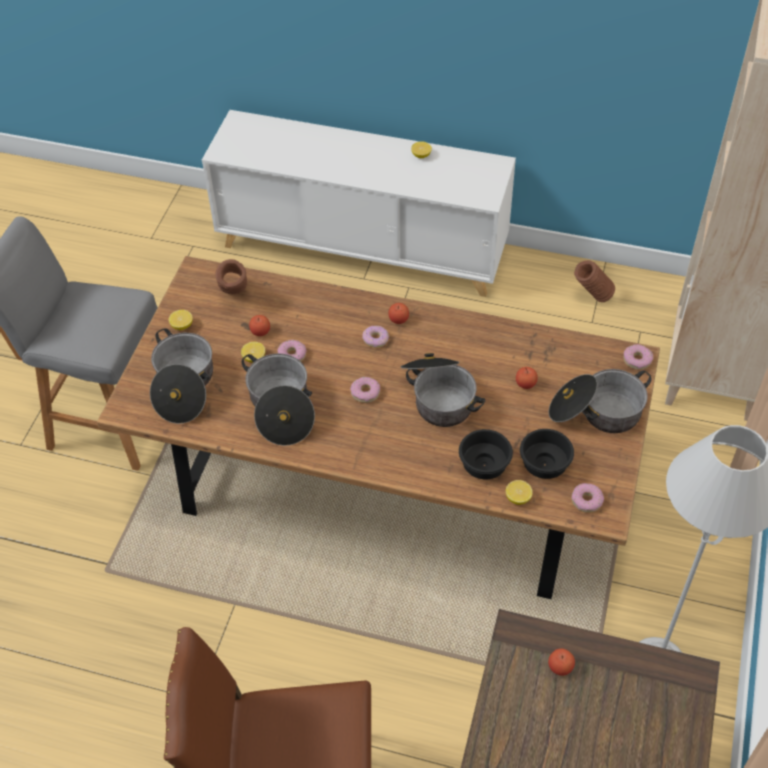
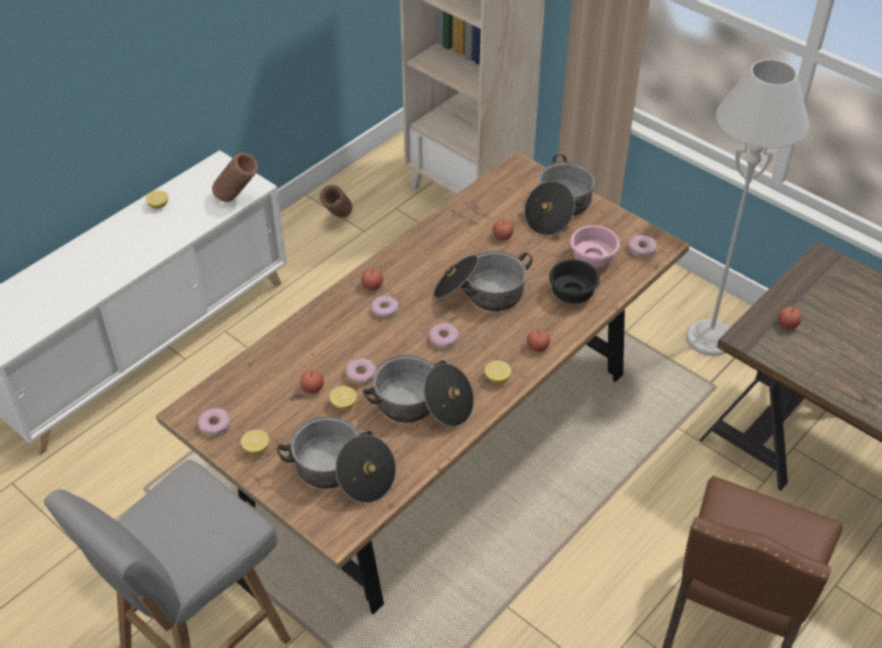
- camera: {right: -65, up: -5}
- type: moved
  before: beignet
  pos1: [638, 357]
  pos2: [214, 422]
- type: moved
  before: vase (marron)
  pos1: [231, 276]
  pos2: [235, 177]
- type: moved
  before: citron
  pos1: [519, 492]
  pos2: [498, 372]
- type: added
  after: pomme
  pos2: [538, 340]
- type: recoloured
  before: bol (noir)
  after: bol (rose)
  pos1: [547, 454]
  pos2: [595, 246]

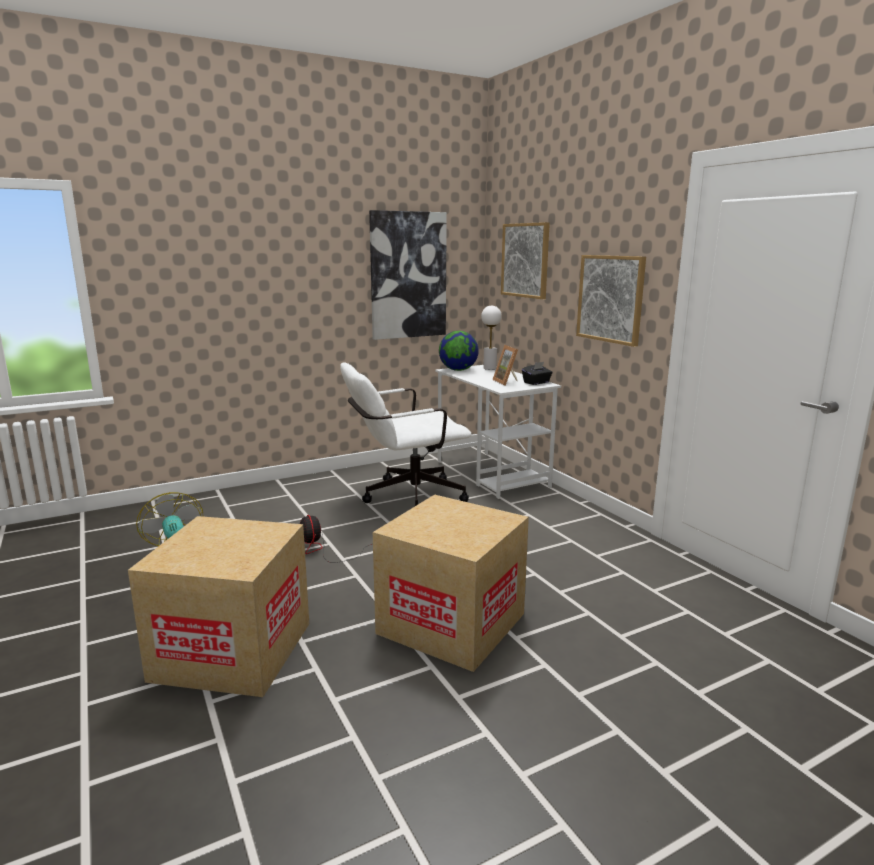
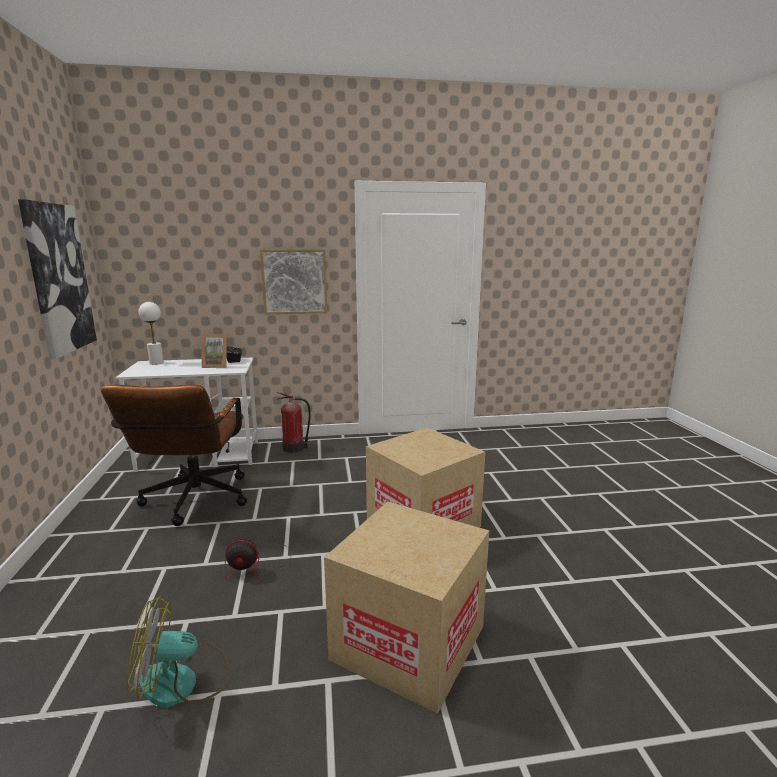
- camera: {right: -70, up: 0}
- type: recoloured
  before: chaise de bureau (blanc)
  after: chaise de bureau (marron)
  pos1: [406, 434]
  pos2: [173, 455]
- type: added
  after: extincteur
  pos2: [294, 422]
- type: removed
  before: globe
  pos1: [459, 351]
- type: removed
  before: tableau
  pos1: [525, 260]

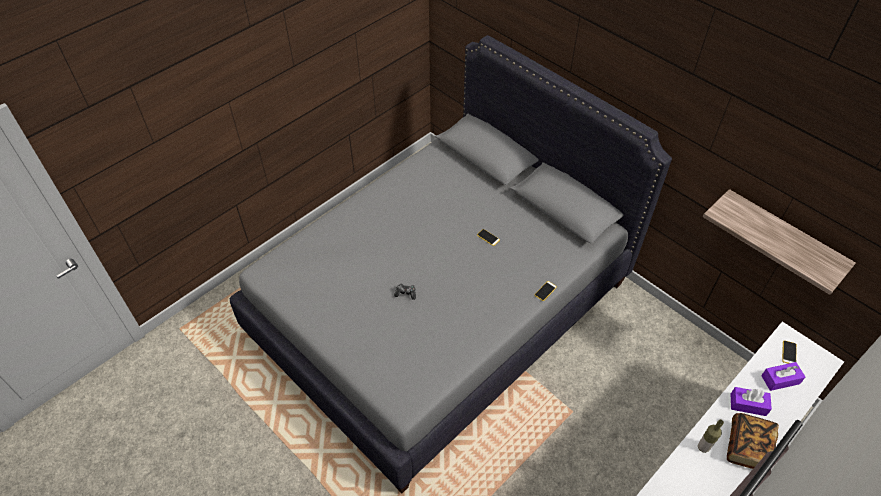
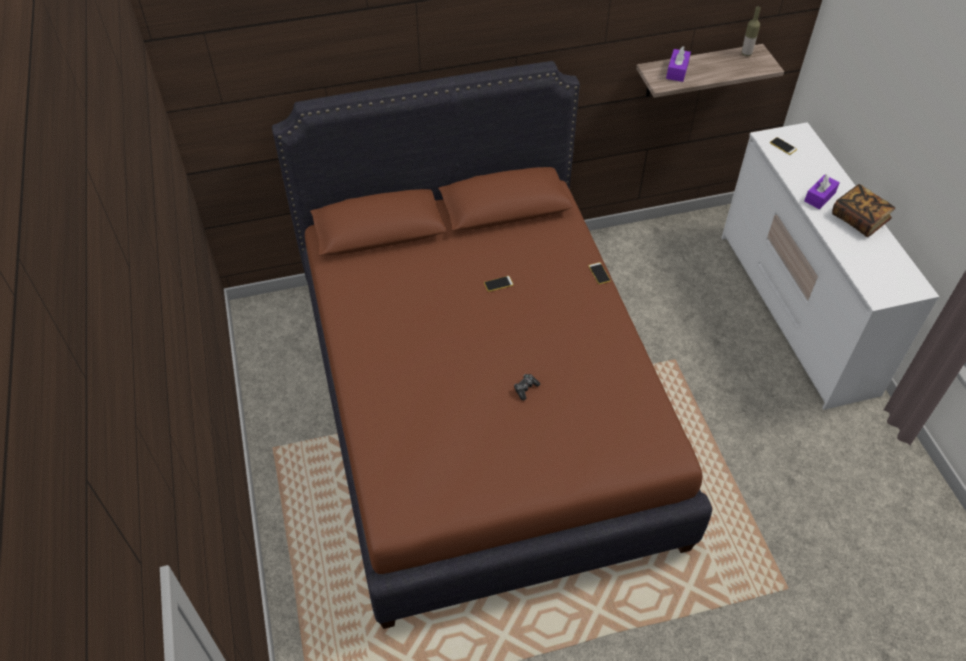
- camera: {right: -60, up: 0}
- type: recoloured
  before: lit (gris)
  after: lit (marron)
  pos1: [451, 264]
  pos2: [492, 345]
- type: moved
  before: boîte à mouchoirs (violet)
  pos1: [783, 376]
  pos2: [678, 64]
- type: moved
  before: bouteille
  pos1: [711, 436]
  pos2: [751, 31]

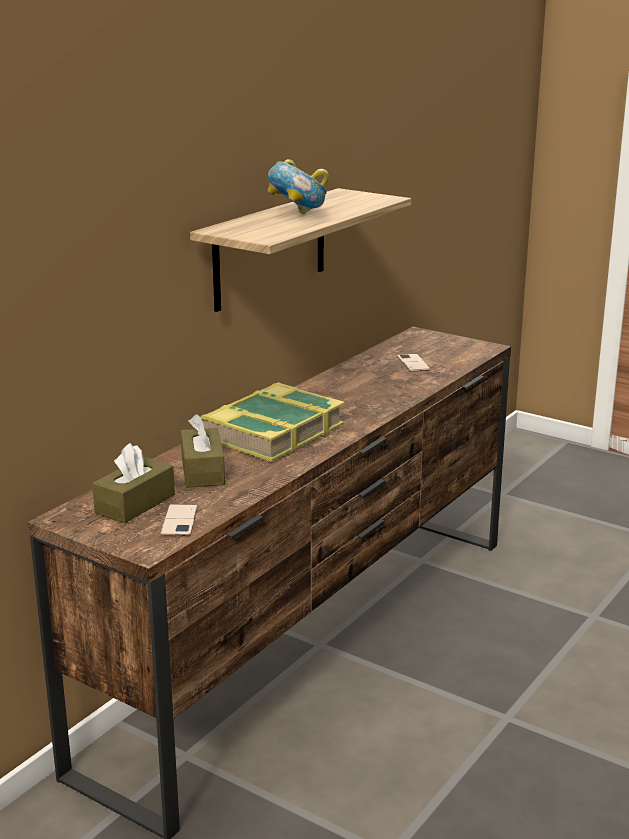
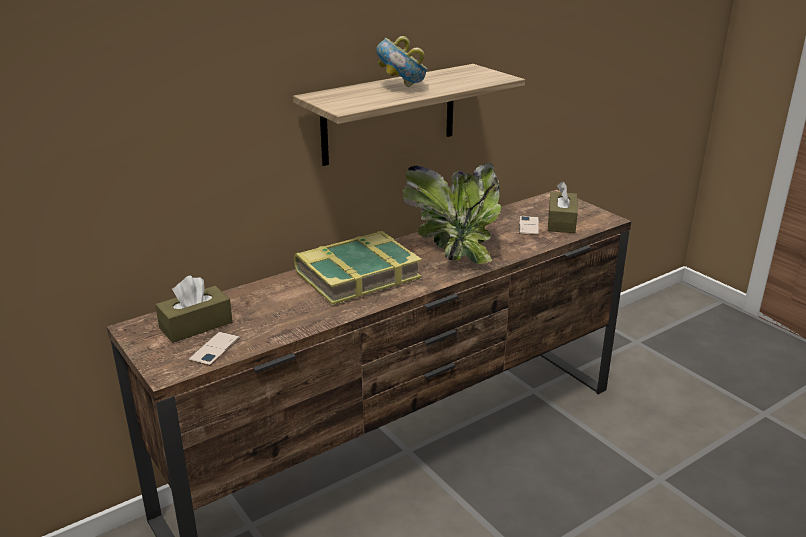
- camera: {right: 20, up: 5}
- type: added
  after: plante en pot
  pos2: [452, 213]
- type: moved
  before: boîte à mouchoirs (marron)
  pos1: [203, 451]
  pos2: [563, 207]

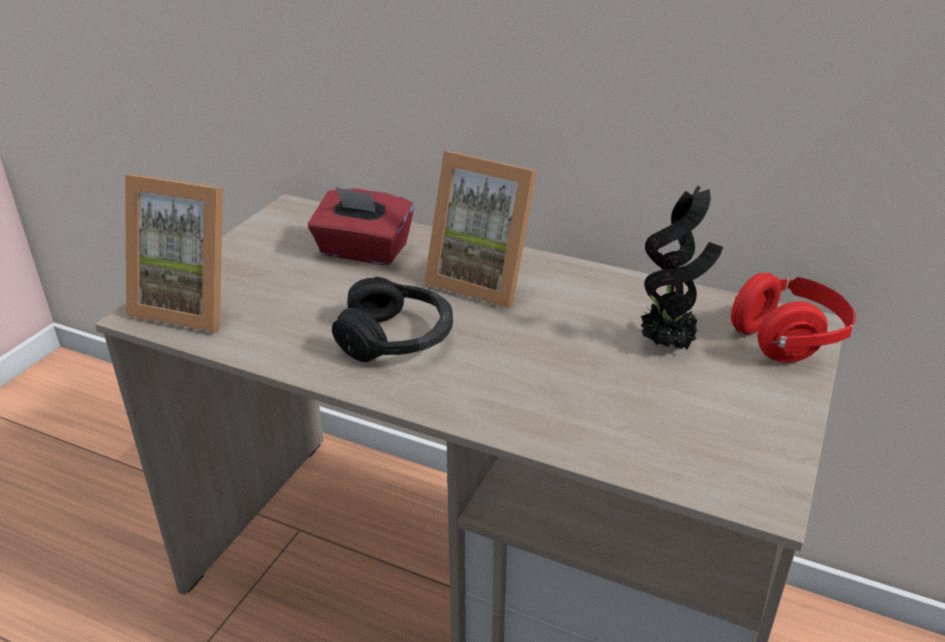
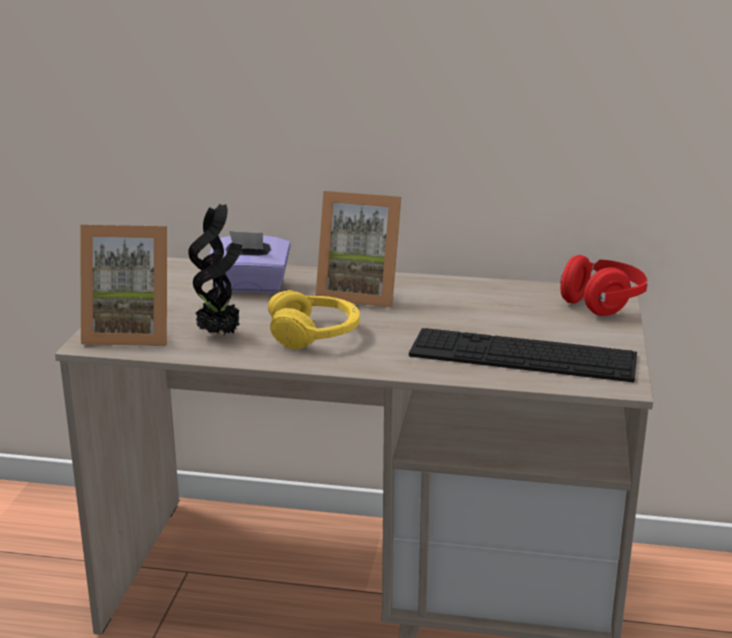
- camera: {right: -15, up: -10}
- type: moved
  before: plante en pot
  pos1: [682, 268]
  pos2: [215, 270]
- type: recoloured
  before: boîte à mouchoirs (rouge)
  after: boîte à mouchoirs (violet)
  pos1: [361, 226]
  pos2: [250, 262]
- type: recoloured
  before: casque audio (noir)
  after: casque audio (jaune)
  pos1: [392, 319]
  pos2: [314, 319]
- type: added
  after: clavier
  pos2: [523, 355]

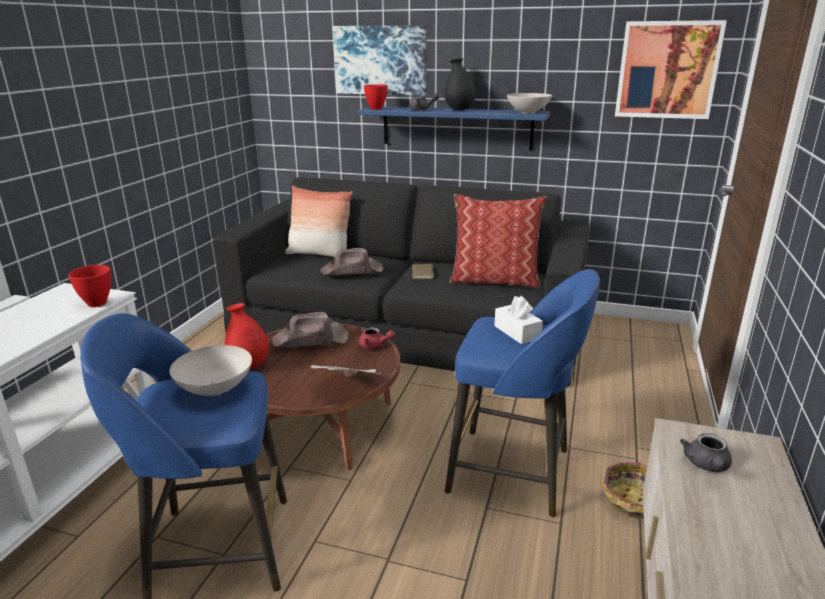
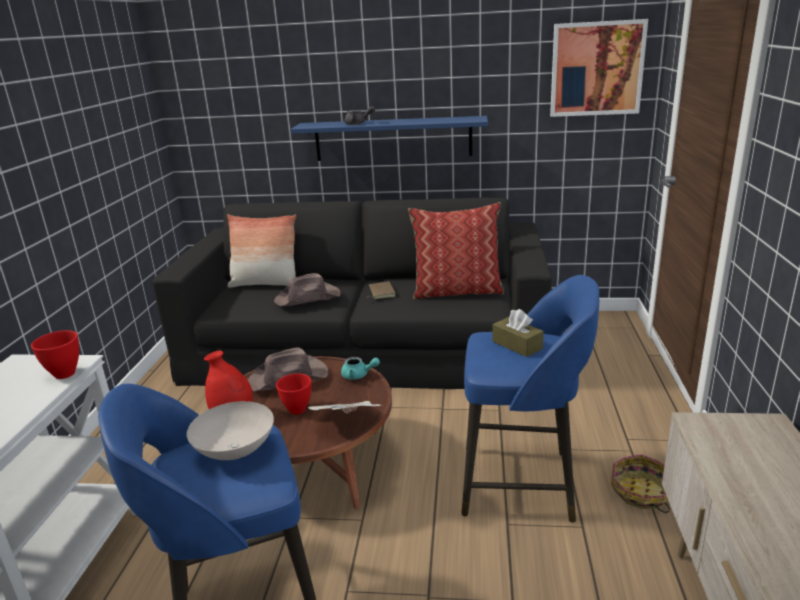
- camera: {right: -10, up: 0}
- type: moved
  before: bol (rouge)
  pos1: [376, 97]
  pos2: [293, 394]
- type: recoloured
  before: théière (rouge)
  after: théière (turquoise)
  pos1: [377, 338]
  pos2: [360, 368]
- type: recoloured
  before: boîte à mouchoirs (blanc)
  after: boîte à mouchoirs (marron)
  pos1: [518, 320]
  pos2: [518, 333]
- type: removed
  before: tableau
  pos1: [379, 60]
- type: removed
  before: vase (noir)
  pos1: [460, 84]
- type: removed
  before: bol (blanc)
  pos1: [529, 103]
- type: removed
  before: théière (gris)
  pos1: [706, 452]

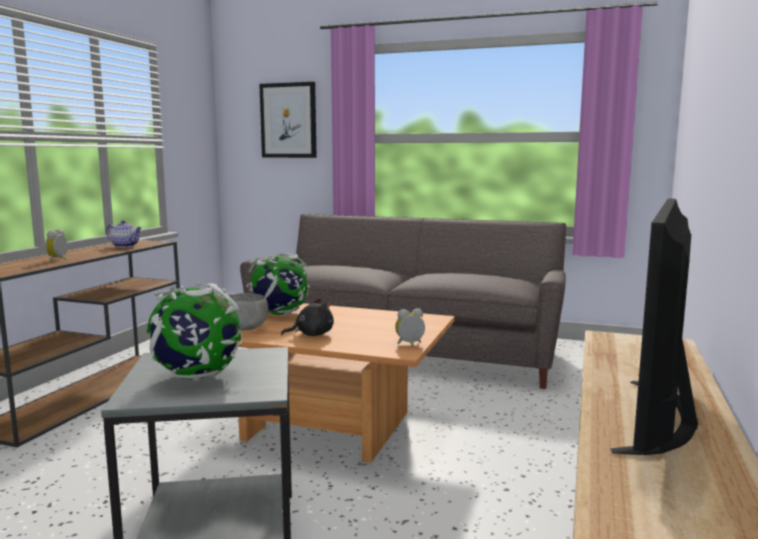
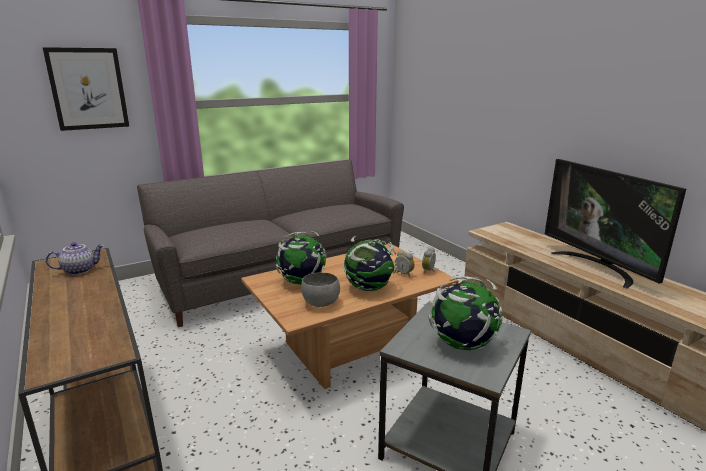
- camera: {right: -50, up: 10}
- type: replaced
  before: peluche (noir)
  after: globe
  pos1: [307, 317]
  pos2: [370, 263]
- type: moved
  before: réveil
  pos1: [56, 245]
  pos2: [405, 263]

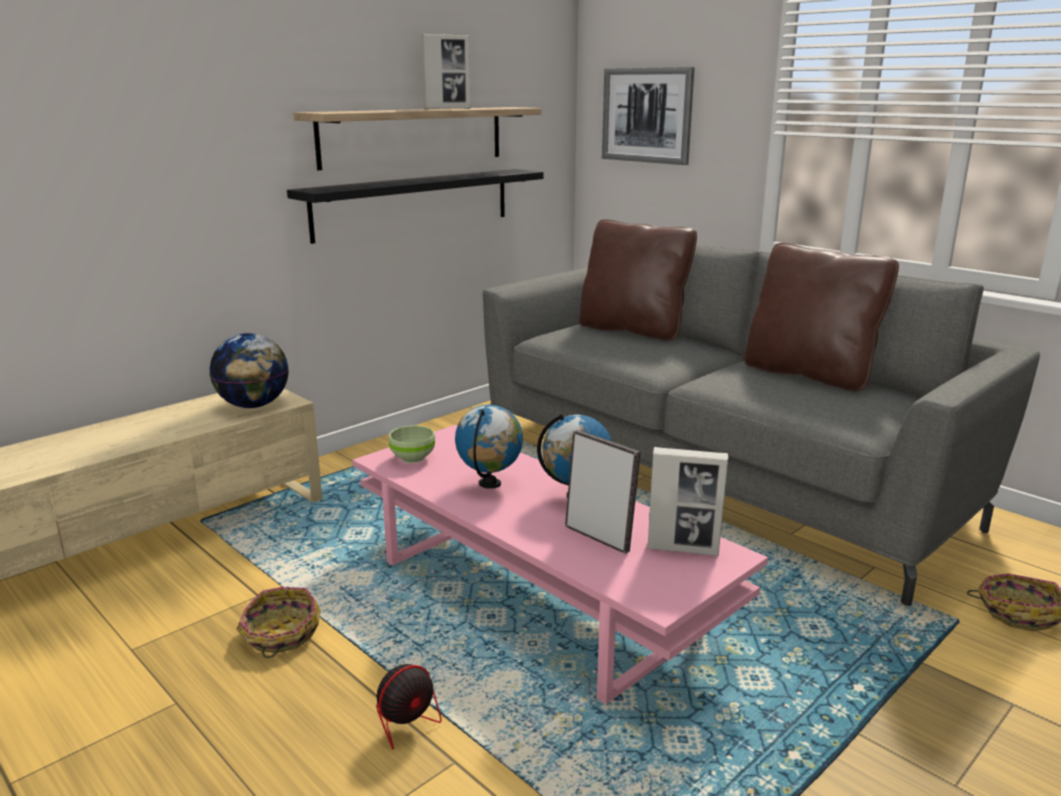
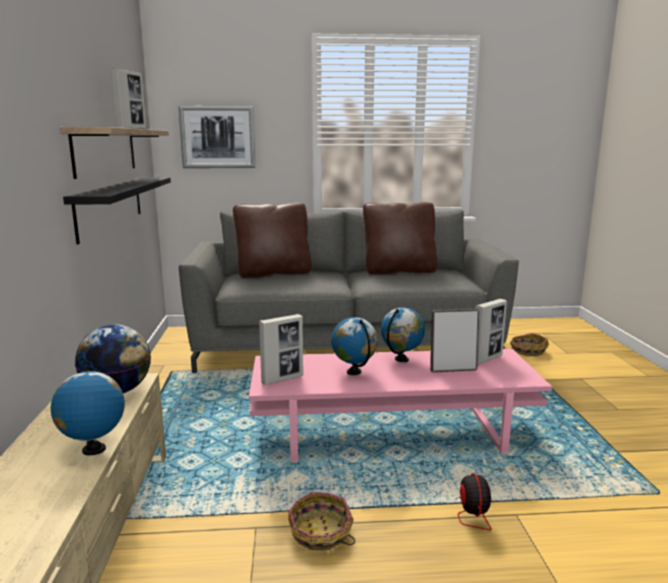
- camera: {right: -50, up: -5}
- type: added
  after: globe
  pos2: [88, 410]
- type: replaced
  before: bol (vert)
  after: cadre photo
  pos1: [412, 444]
  pos2: [281, 349]

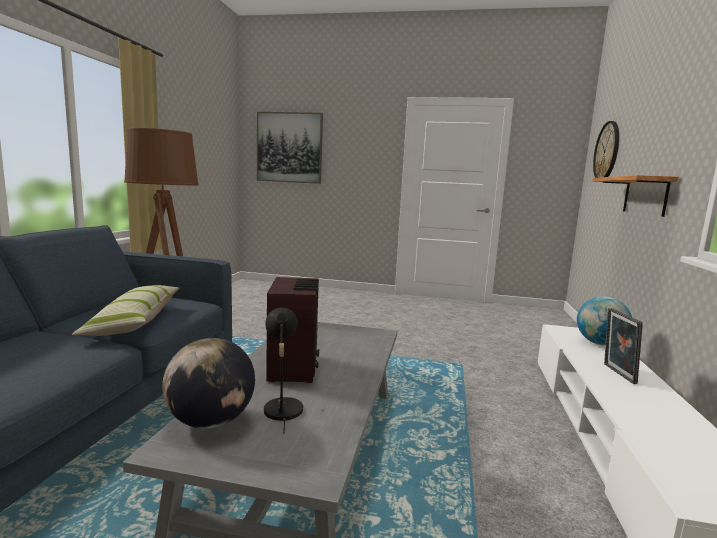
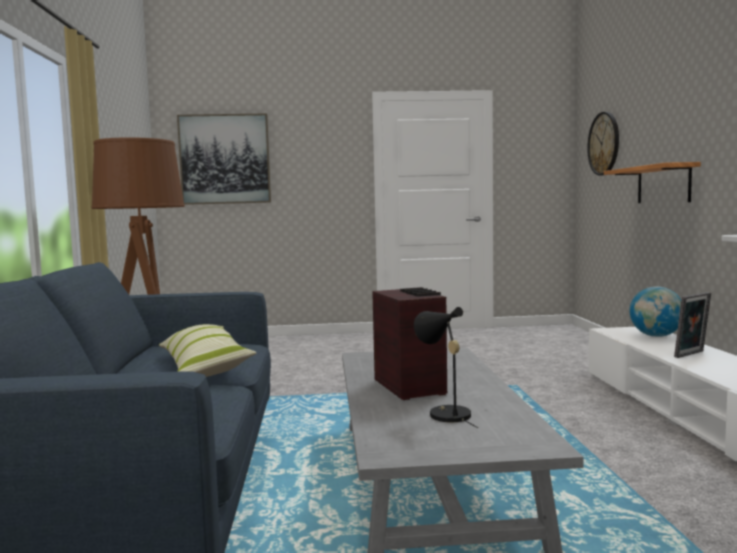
- camera: {right: -15, up: -5}
- type: turned
  before: cadre photo
  pos1: [623, 346]
  pos2: [692, 325]
  turn: -105
- type: removed
  before: globe
  pos1: [208, 383]

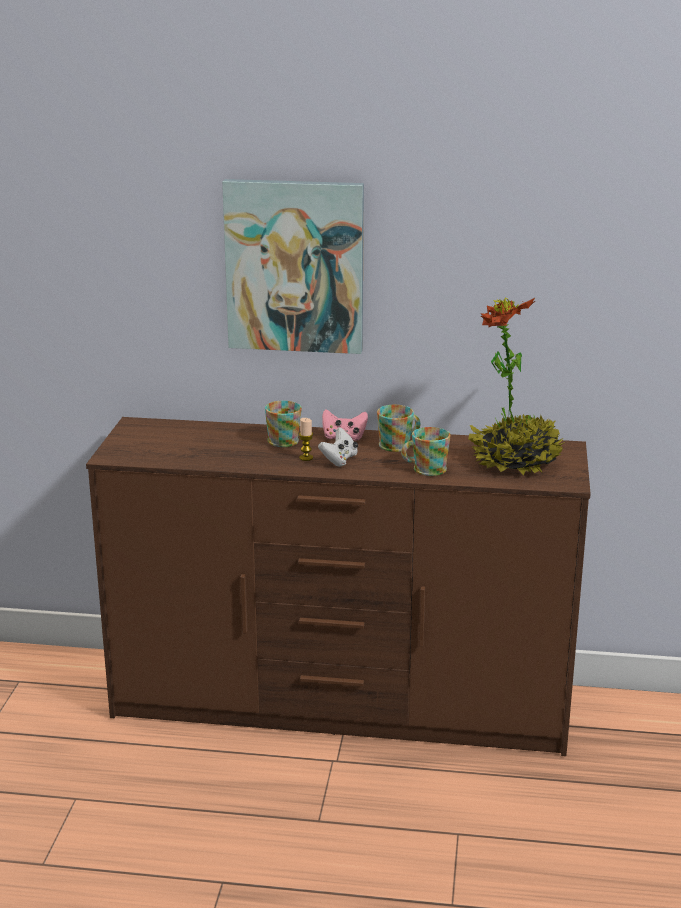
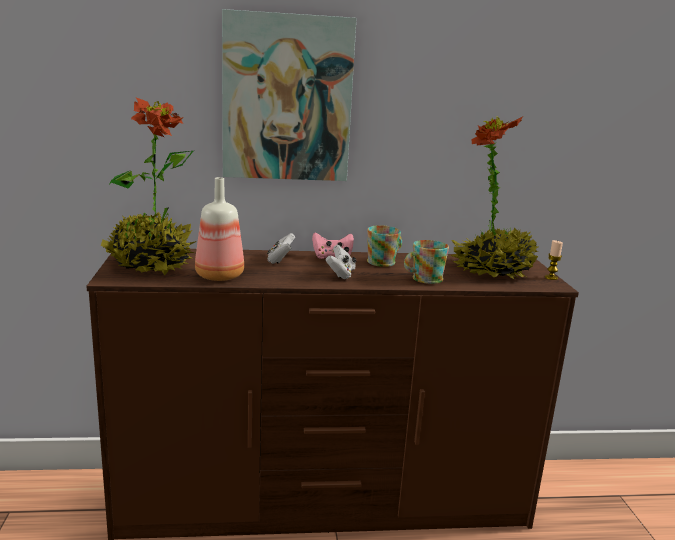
- camera: {right: -15, up: -5}
- type: added
  after: plante en pot
  pos2: [149, 186]
- type: added
  after: bouteille
  pos2: [219, 229]
- type: replaced
  before: mug
  after: manette (blanc)
  pos1: [283, 424]
  pos2: [281, 248]
- type: moved
  before: bougie
  pos1: [306, 439]
  pos2: [554, 260]

